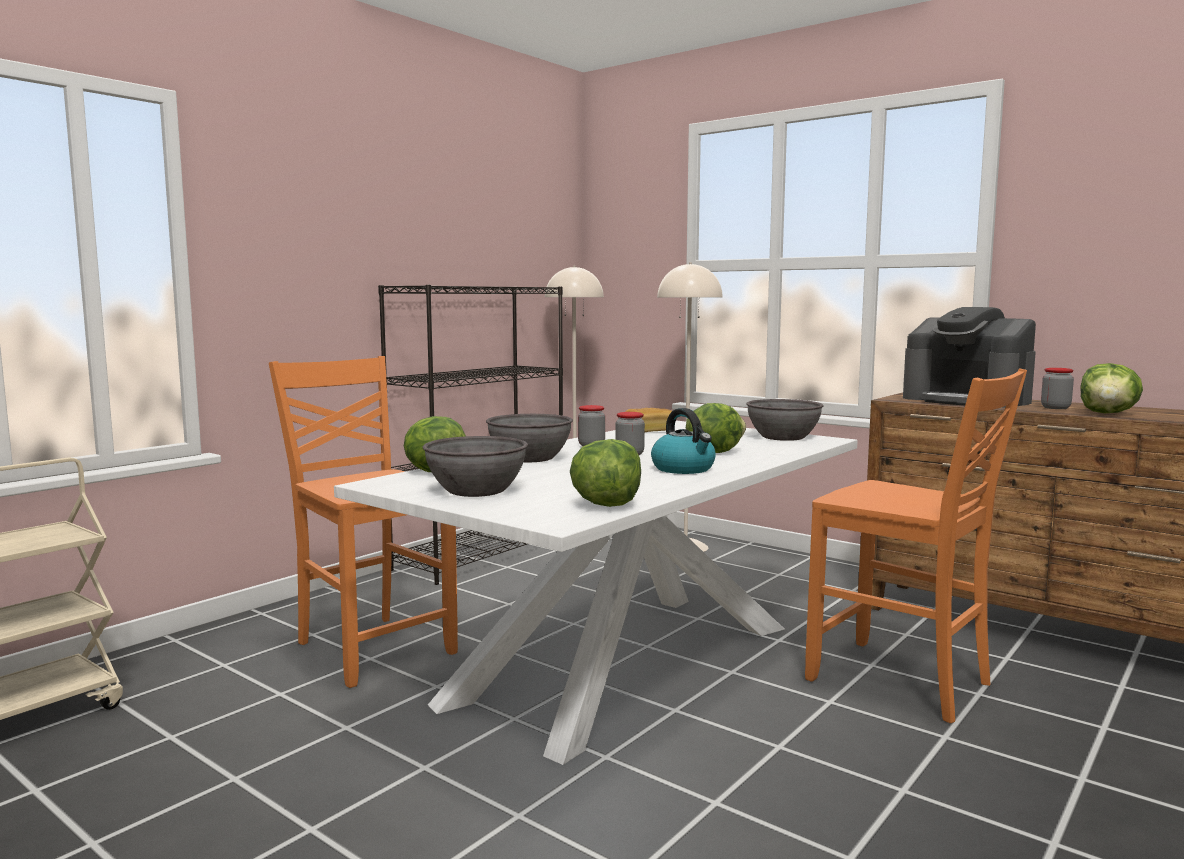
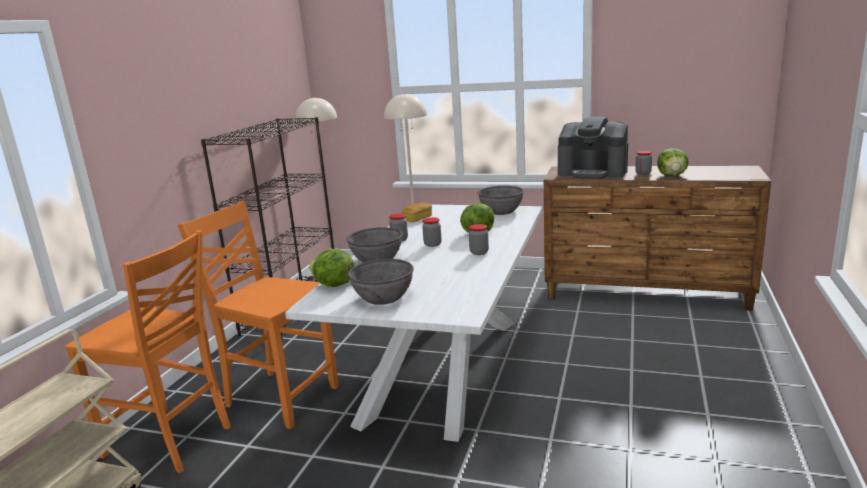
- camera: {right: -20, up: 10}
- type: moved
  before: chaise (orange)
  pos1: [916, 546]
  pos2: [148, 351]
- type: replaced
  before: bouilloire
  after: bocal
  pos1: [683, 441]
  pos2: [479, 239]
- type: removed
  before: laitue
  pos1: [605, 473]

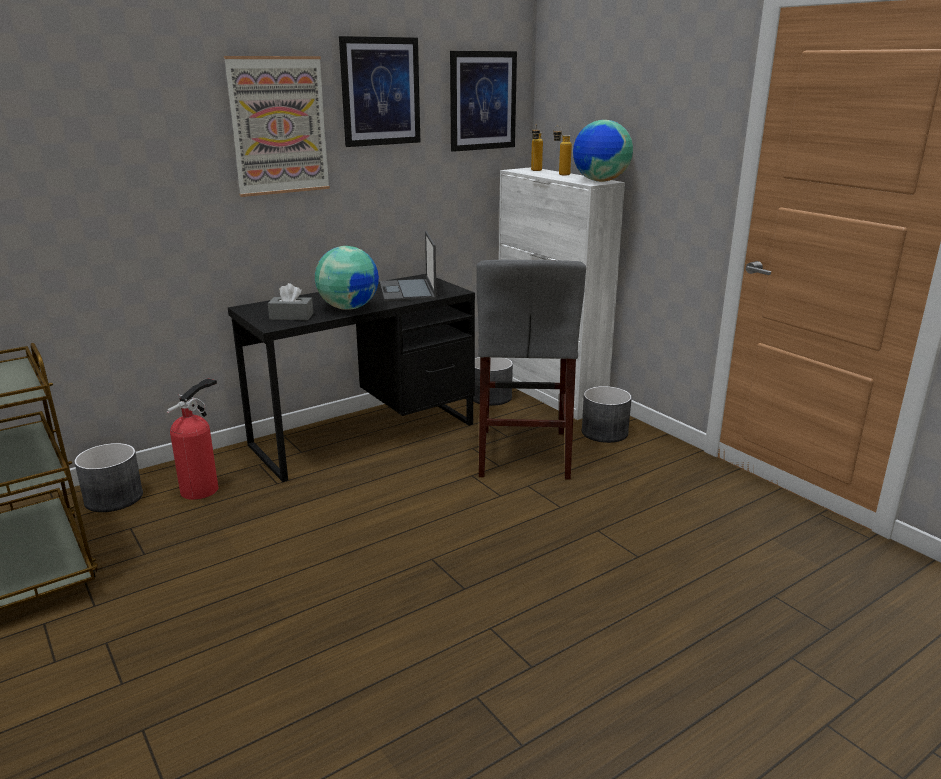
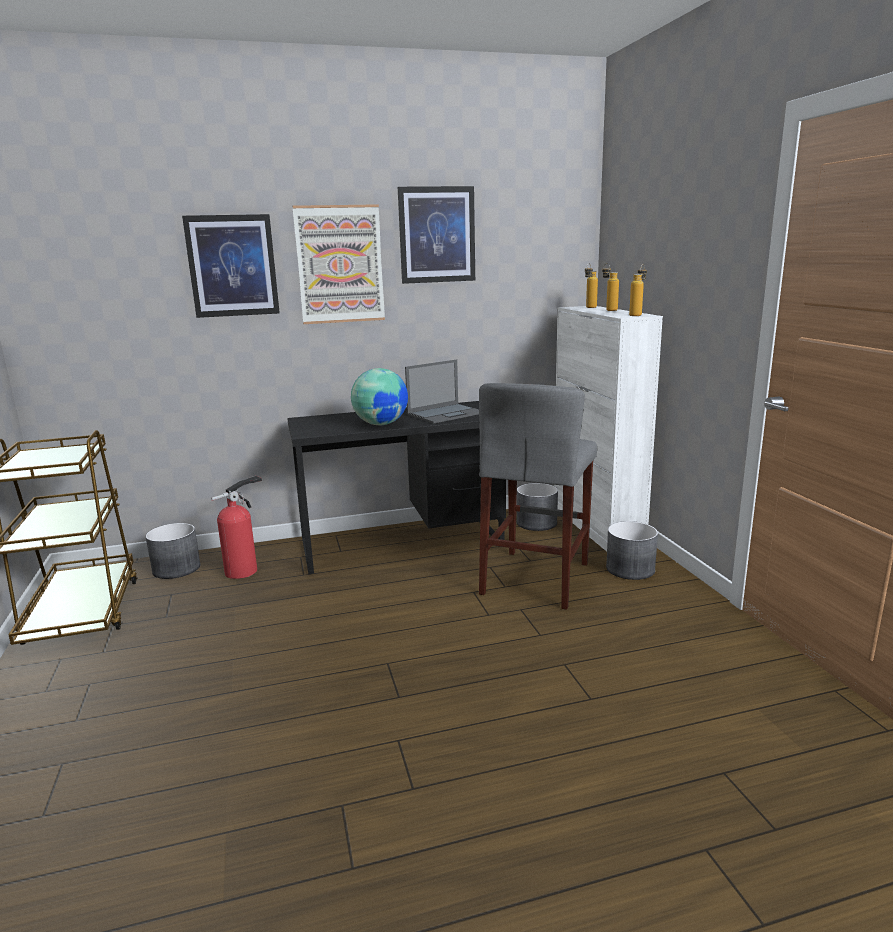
- camera: {right: 20, up: -5}
- type: moved
  before: tableau
  pos1: [483, 101]
  pos2: [231, 266]
- type: turned
  before: ordinateur portable
  pos1: [408, 266]
  pos2: [442, 391]
  turn: -135
- type: replaced
  before: globe
  after: bouteille
  pos1: [603, 151]
  pos2: [638, 290]
- type: removed
  before: boîte à mouchoirs (gris)
  pos1: [290, 301]

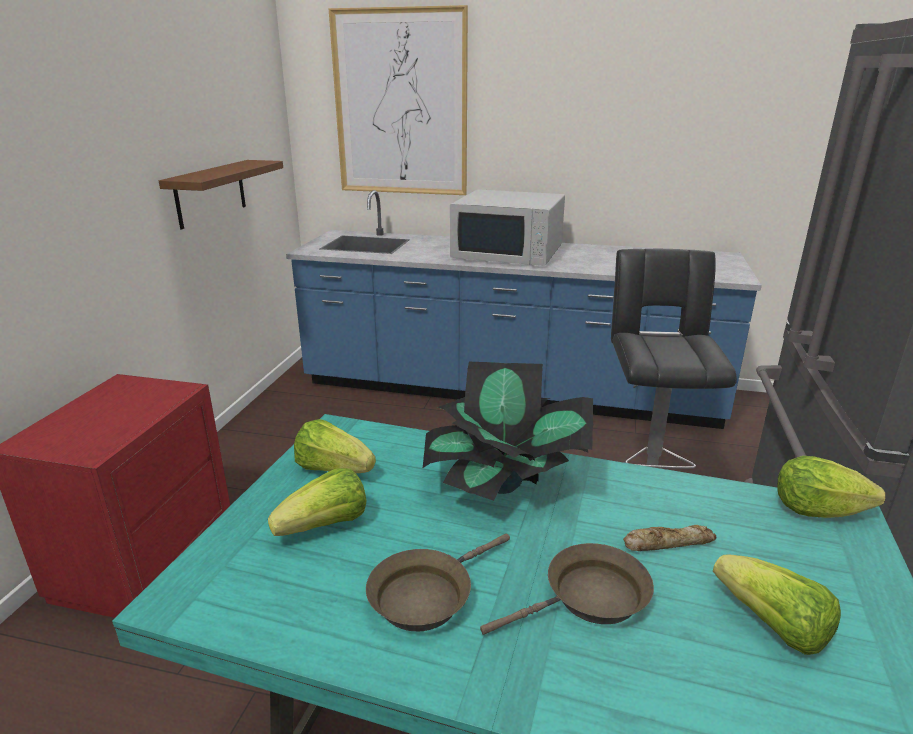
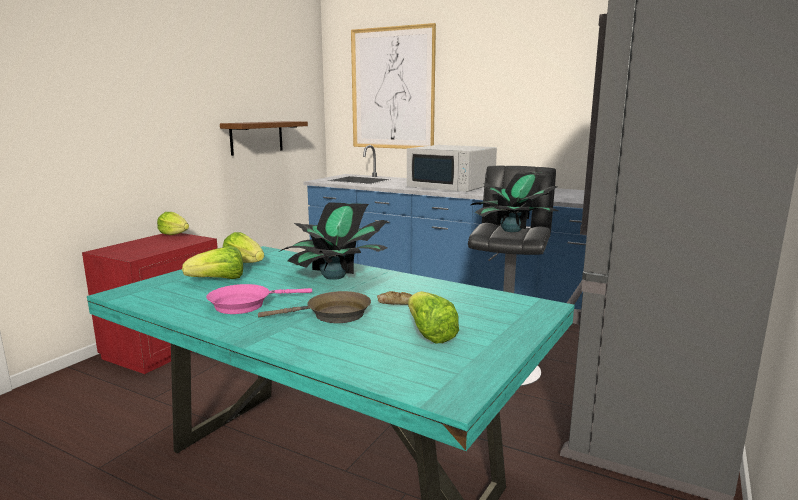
- camera: {right: 15, up: -10}
- type: moved
  before: laitue
  pos1: [831, 487]
  pos2: [173, 223]
- type: recoloured
  before: poêle (marron)
  after: poêle (rose)
  pos1: [438, 582]
  pos2: [259, 299]
- type: added
  after: plante en pot
  pos2: [514, 201]

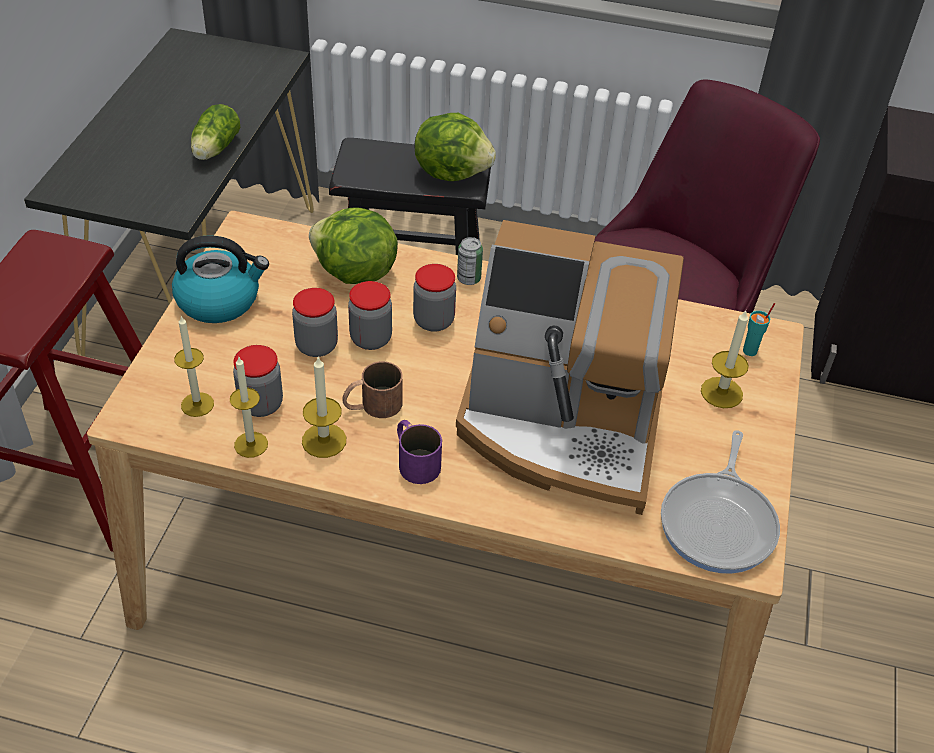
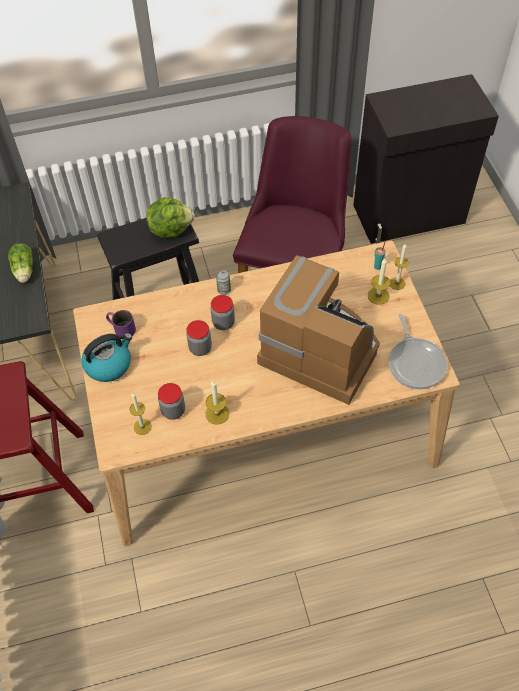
- camera: {right: -25, up: 10}
- type: moved
  before: mug (violet)
  pos1: [419, 452]
  pos2: [121, 323]
- type: turned
  before: machine à café
  pos1: [570, 367]
  pos2: [318, 330]
  turn: -135
- type: moved
  before: bougie
  pos1: [249, 407]
  pos2: [399, 267]
- type: removed
  before: bocal
  pos1: [315, 322]
- type: removed
  before: laitue
  pos1: [353, 245]
- type: removed
  before: mug (marron)
  pos1: [372, 389]

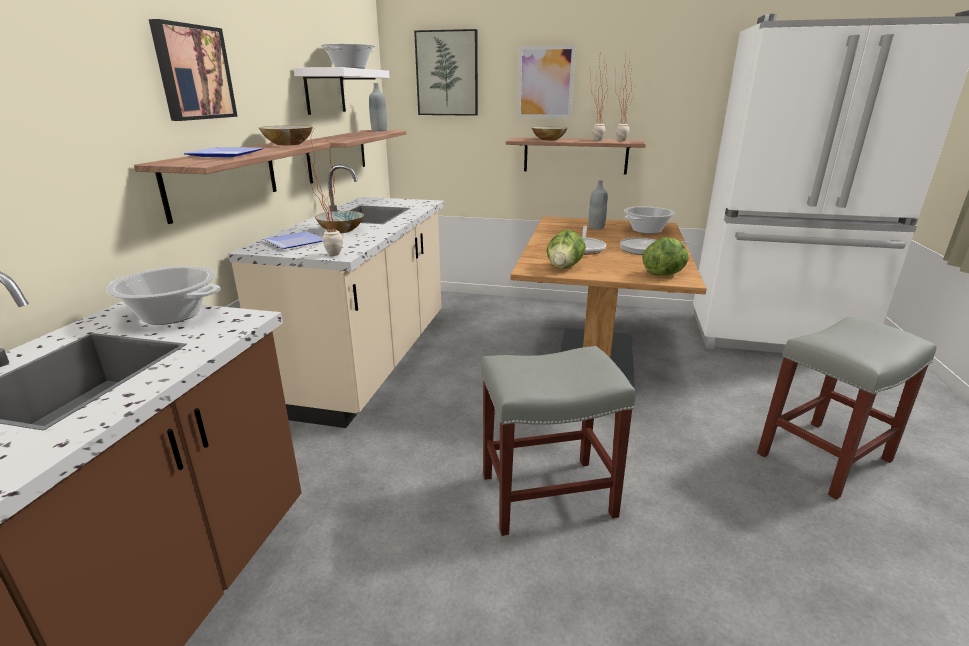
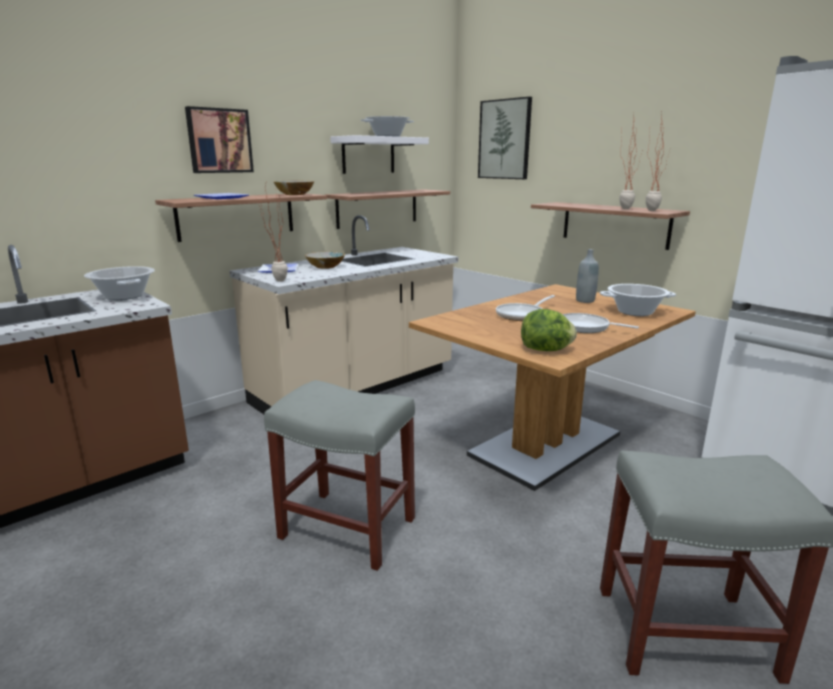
- camera: {right: 35, up: -5}
- type: removed
  before: bouteille (gris)
  pos1: [378, 107]
- type: removed
  before: tableau
  pos1: [546, 82]
- type: removed
  before: bol
  pos1: [550, 133]
- type: removed
  before: laitue
  pos1: [566, 249]

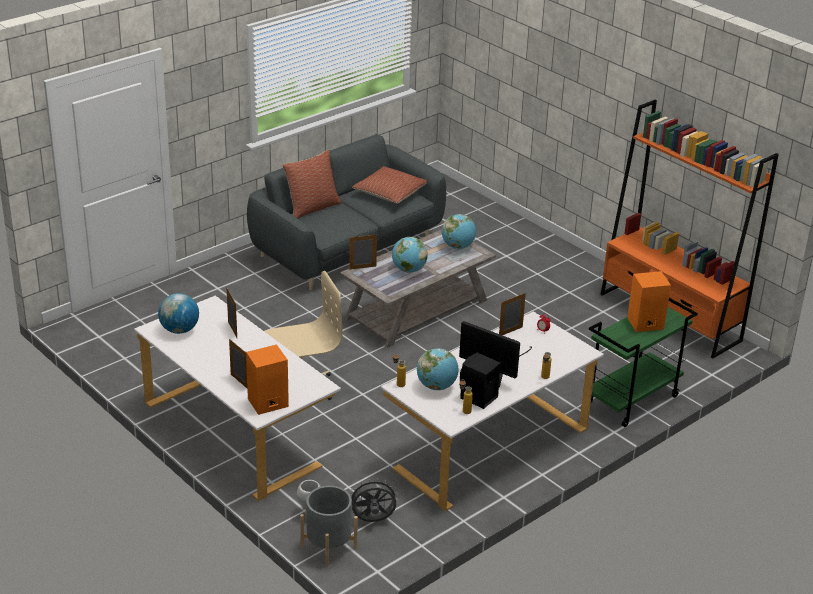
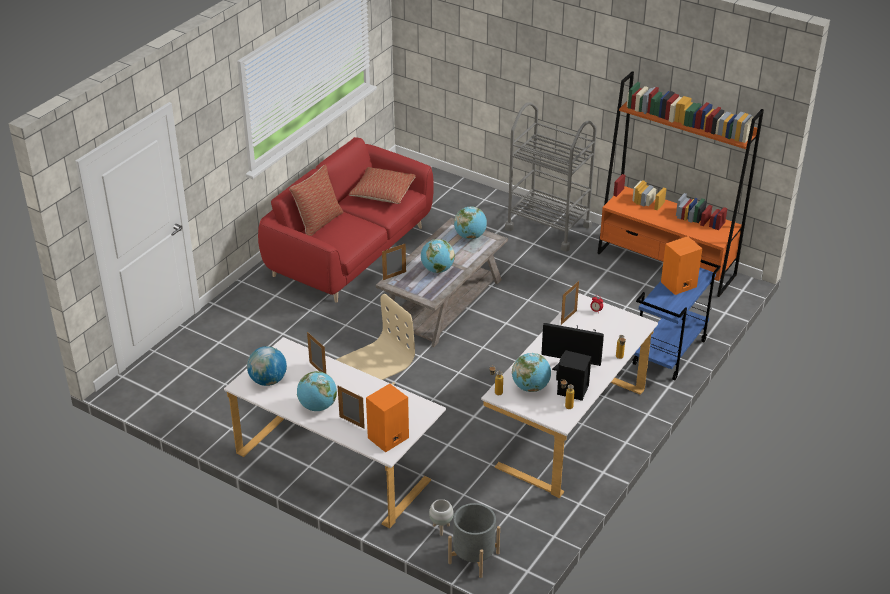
- camera: {right: -15, up: 5}
- type: recoloured
  before: canapé (gris)
  after: canapé (rouge)
  pos1: [346, 212]
  pos2: [346, 220]
- type: added
  after: globe
  pos2: [317, 391]
- type: added
  after: chariot (gris)
  pos2: [551, 177]
- type: recoloured
  before: chariot (vert)
  after: chariot (bleu)
  pos1: [643, 362]
  pos2: [676, 320]
- type: removed
  before: ventilateur (gris)
  pos1: [374, 500]

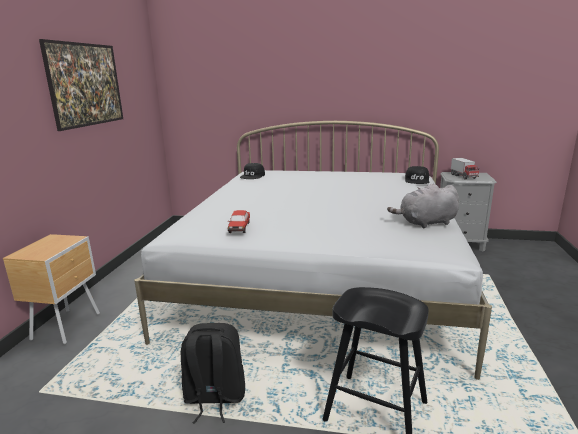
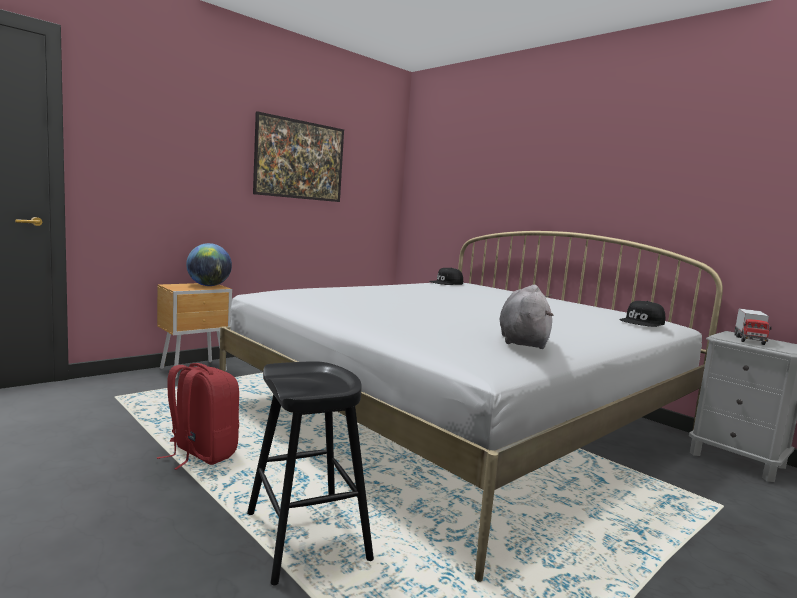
- camera: {right: 35, up: -10}
- type: recoloured
  before: sac à dos (noir)
  after: sac à dos (rouge)
  pos1: [213, 373]
  pos2: [198, 416]
- type: added
  after: globe
  pos2: [209, 264]
- type: turned
  before: peluche (gris)
  pos1: [423, 206]
  pos2: [526, 317]
  turn: 75
- type: removed
  before: petite voiture
  pos1: [239, 221]

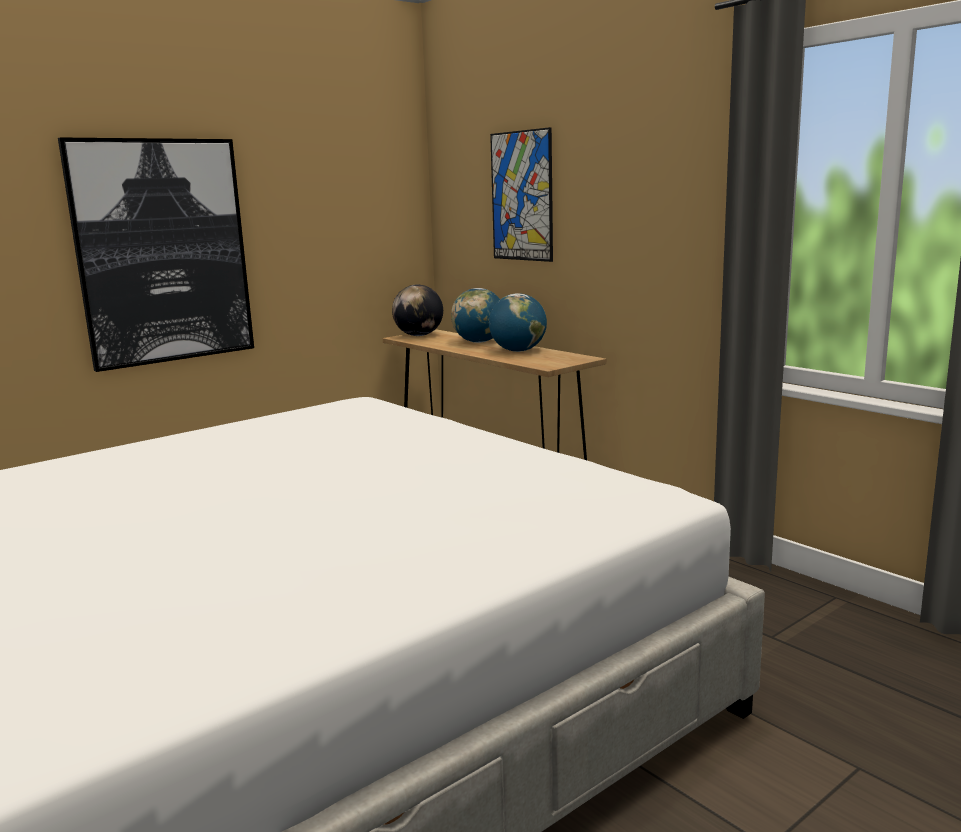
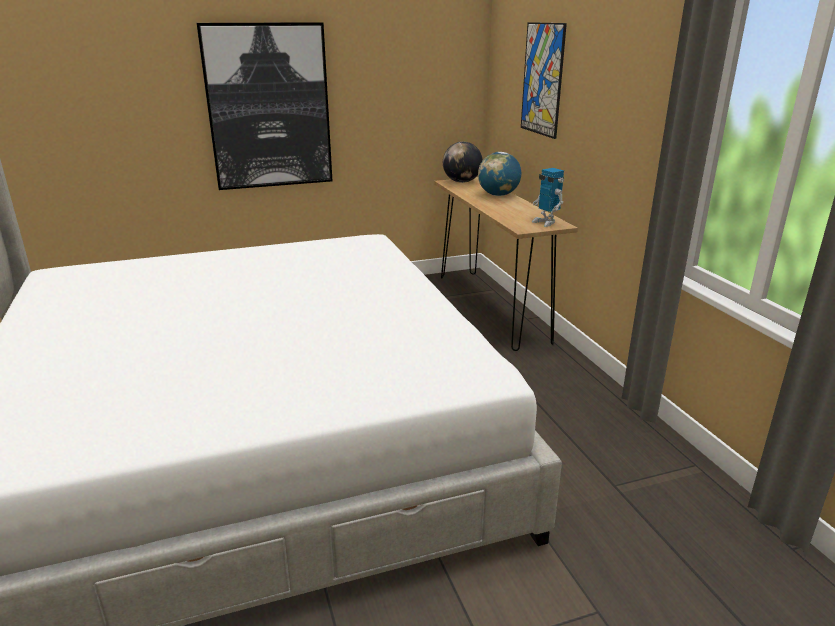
- camera: {right: 20, up: 10}
- type: added
  after: robot jouet
  pos2: [548, 197]
- type: removed
  before: globe
  pos1: [518, 322]

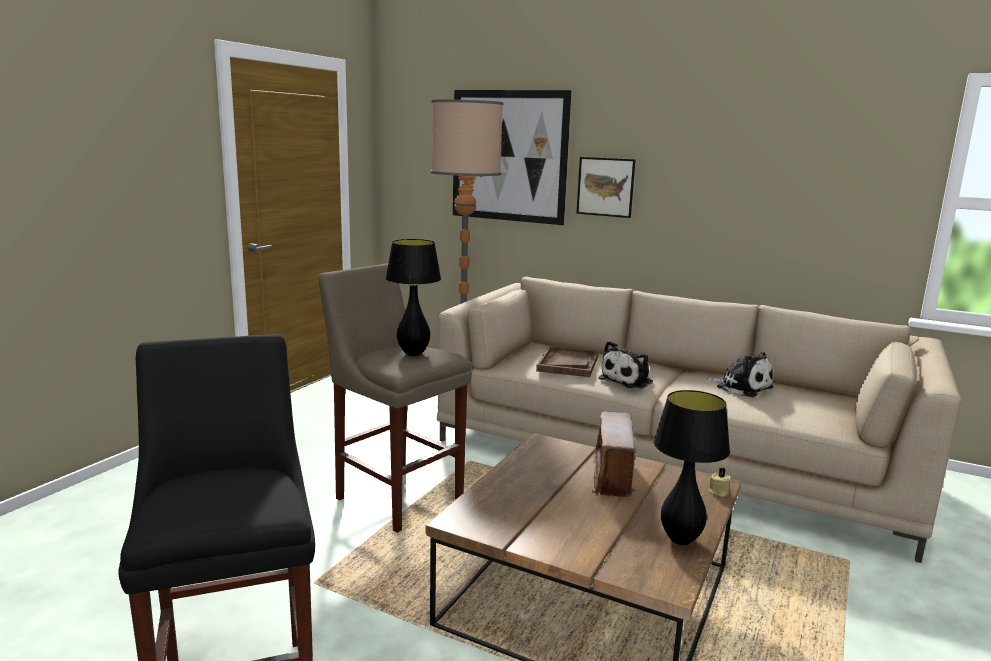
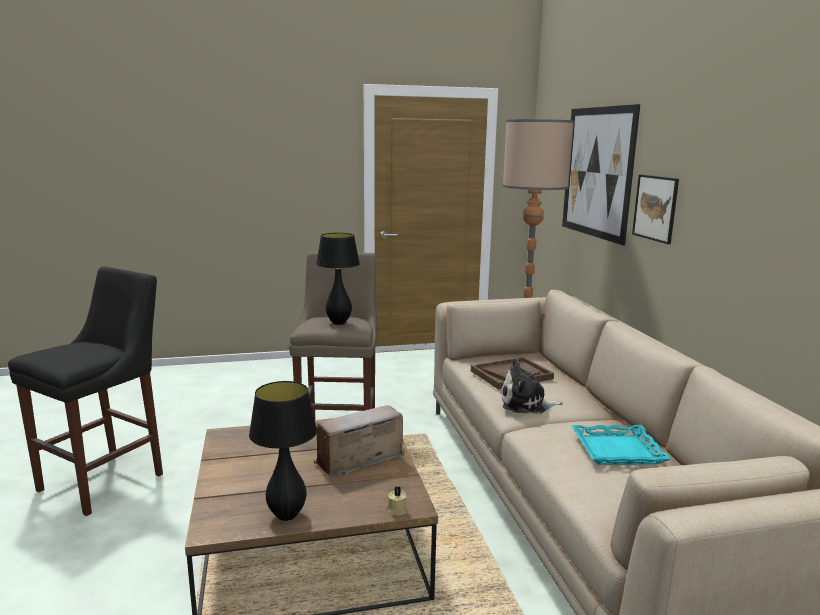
- camera: {right: 50, up: 0}
- type: replaced
  before: peluche
  after: plateau (turquoise)
  pos1: [740, 374]
  pos2: [621, 445]

